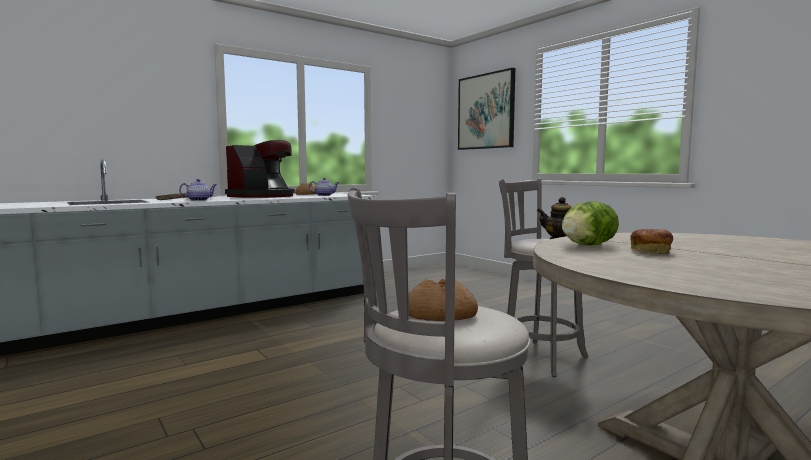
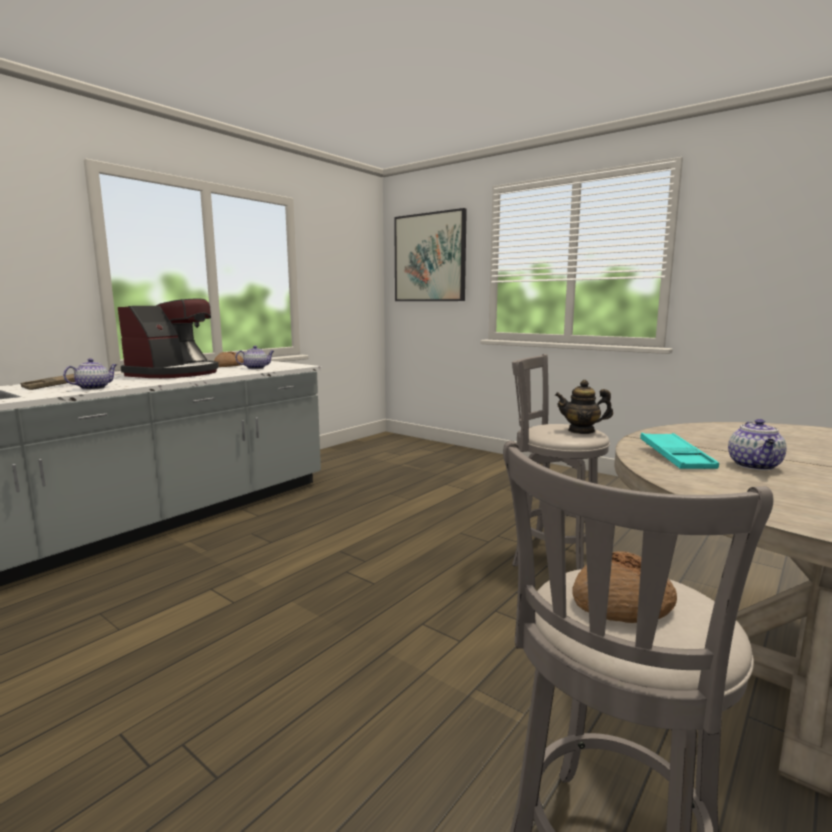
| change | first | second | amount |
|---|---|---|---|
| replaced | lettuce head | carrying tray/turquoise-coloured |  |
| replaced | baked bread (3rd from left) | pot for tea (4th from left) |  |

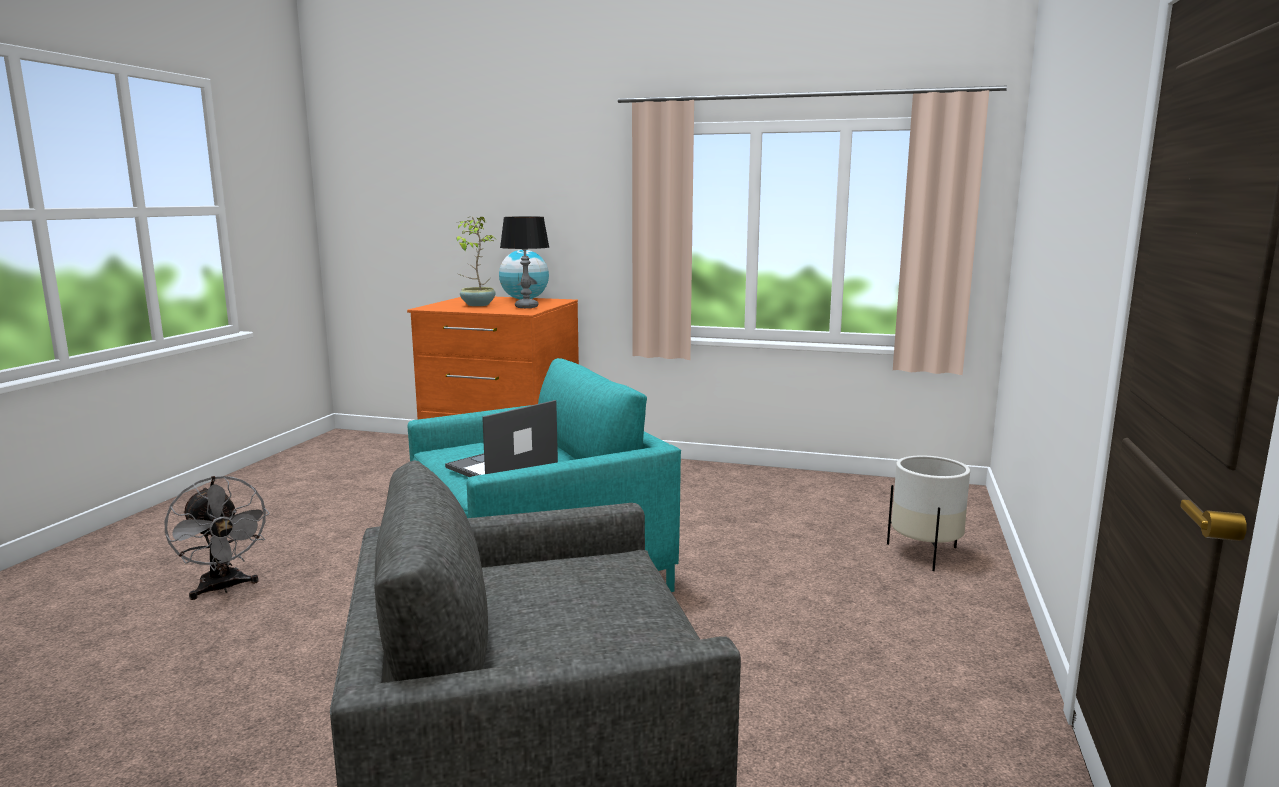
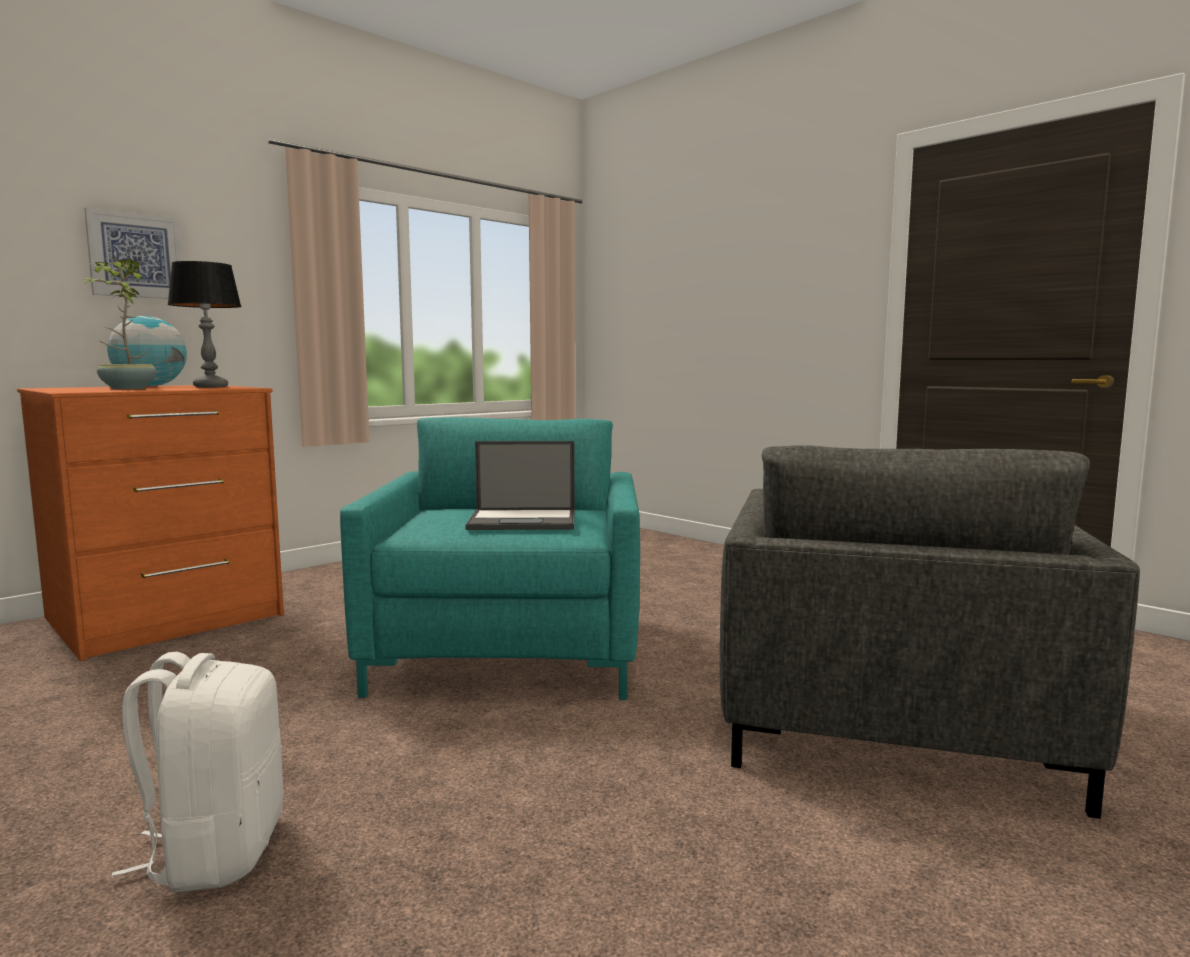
| change | first | second | amount |
|---|---|---|---|
| removed | plant pot/white-coloured |  |  |
| added |  | wall art |  |
| replaced | cooling fan/grey | rucksack/white-coloured |  |
| turned | portable computer |  | 75 degrees counterclockwise |

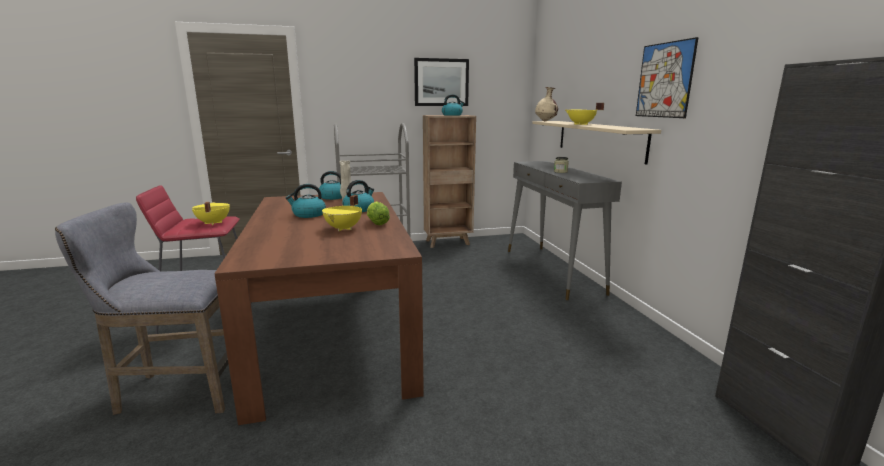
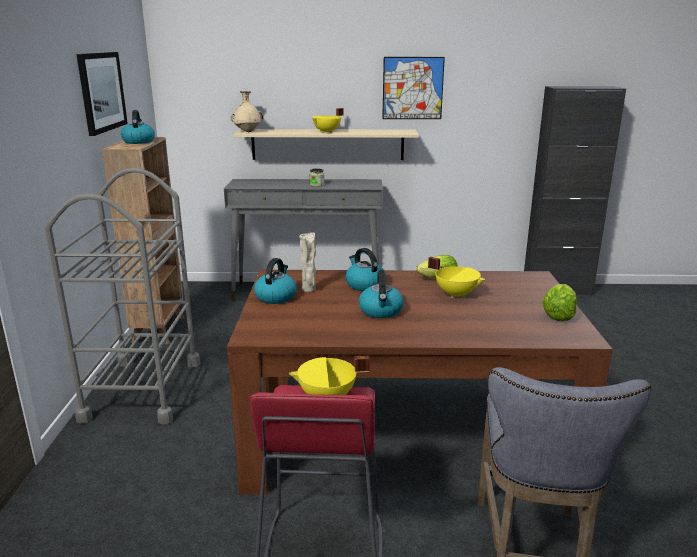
| change | first | second | amount |
|---|---|---|---|
| added |  | lettuce head (2nd from left) |  |

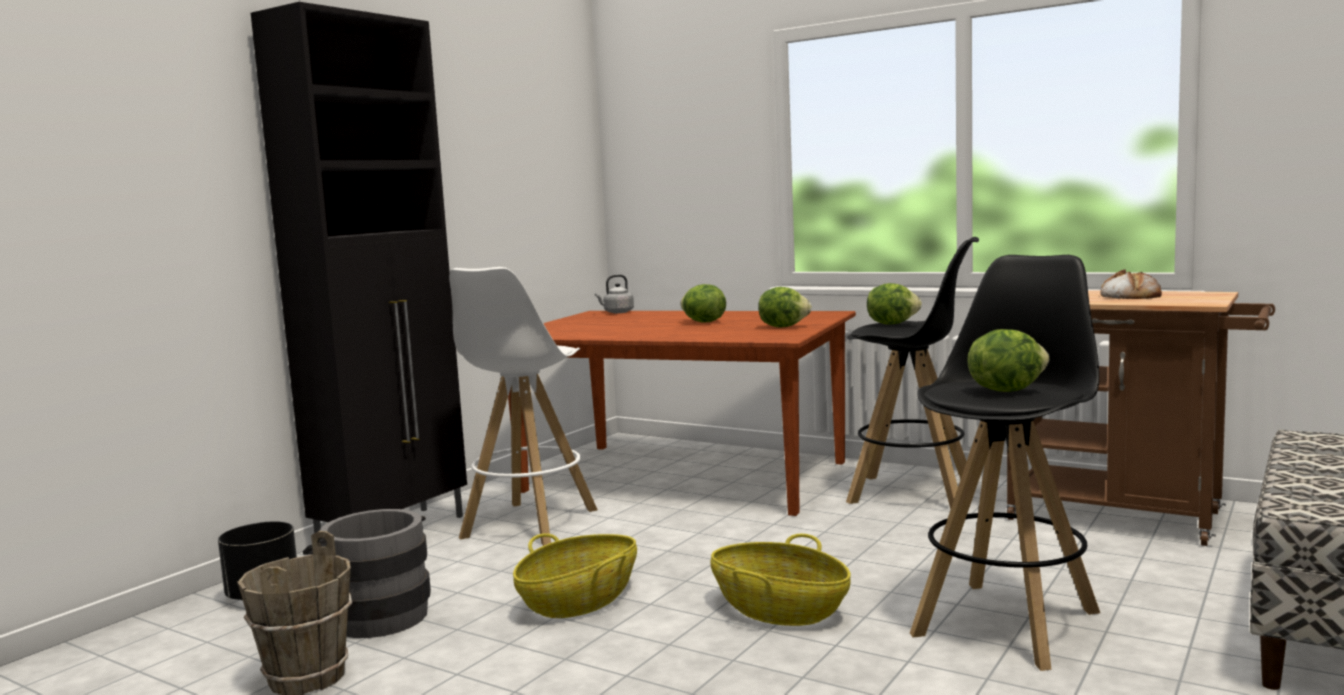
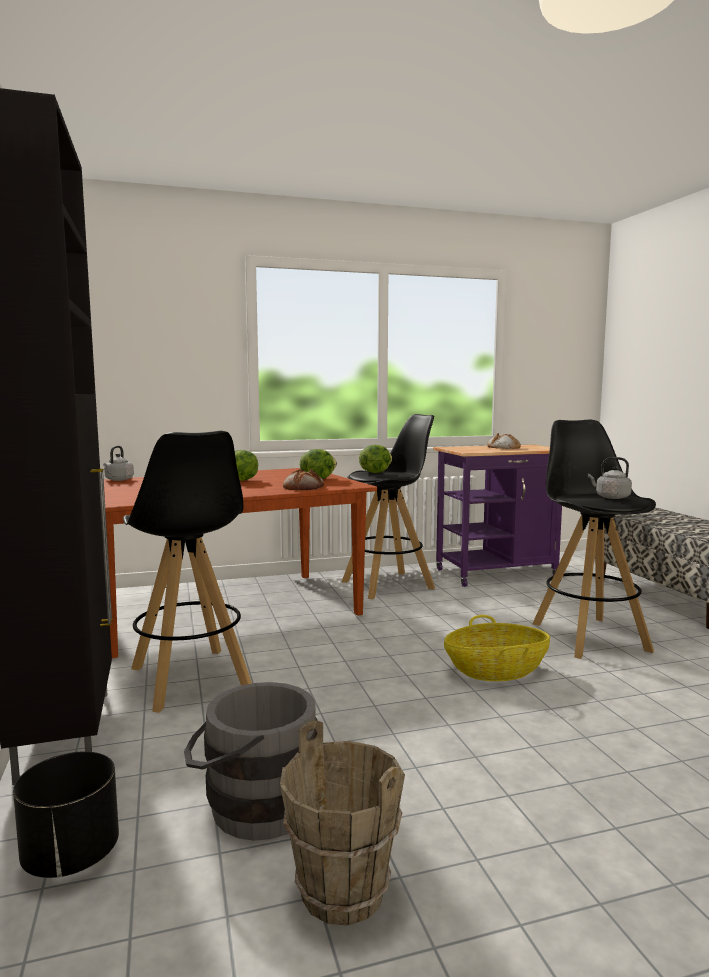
| change | first | second | amount |
|---|---|---|---|
| removed | household basket (1st from left) |  |  |
| added |  | baked bread (1st from left) |  |
| replaced | lettuce head (4th from left) | tea kettle/grey (2nd from left) |  |
| recoloured | stool/white-coloured | stool/black (1st from left) |  |
| recoloured | trolley/brownish | trolley/purple |  |

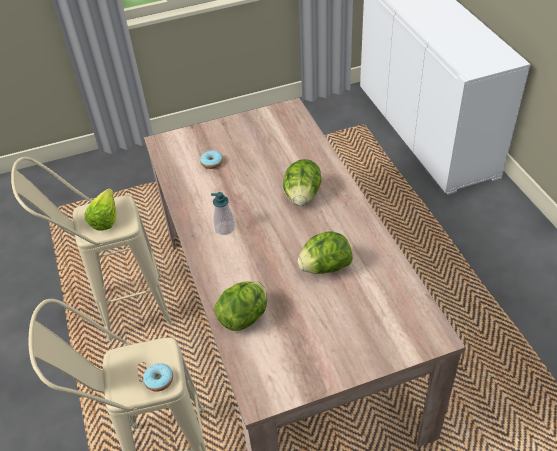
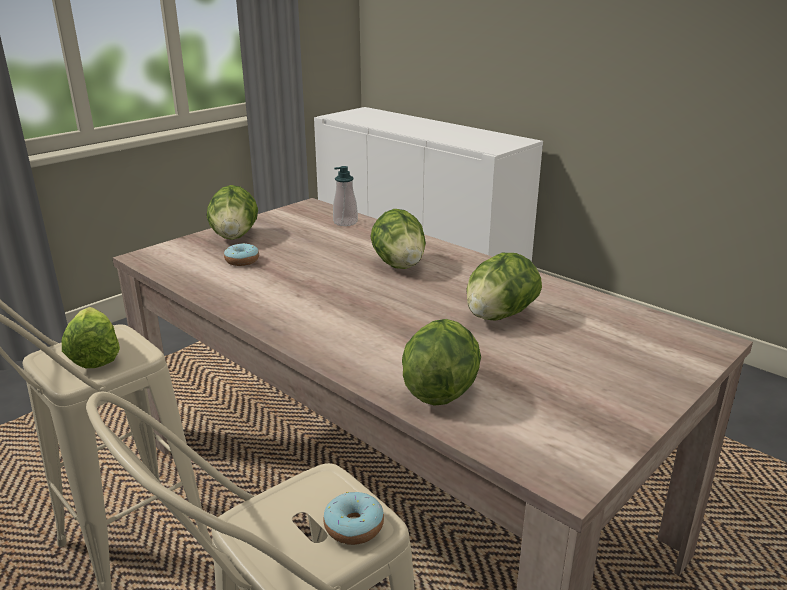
| change | first | second | amount |
|---|---|---|---|
| added |  | lettuce head (2nd from left) |  |
| moved | soap bottle |  |  |

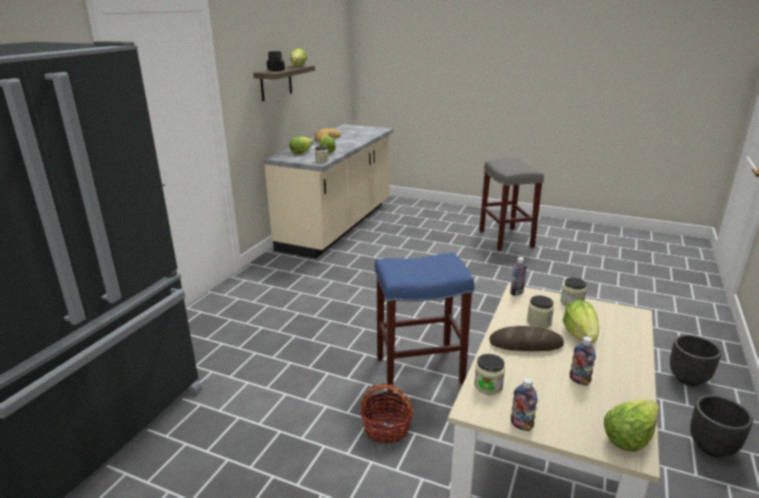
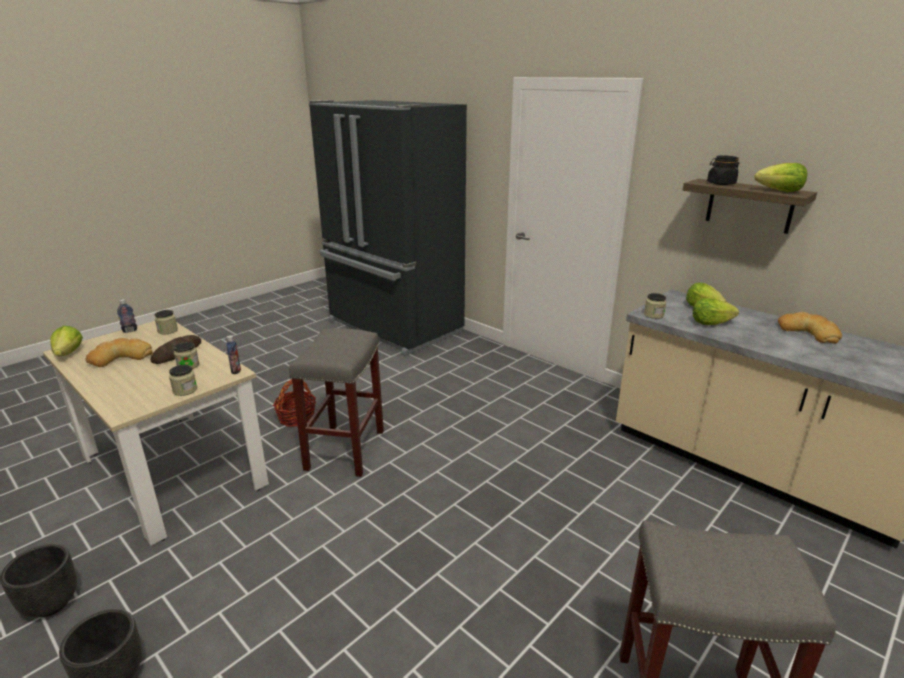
| change | first | second | amount |
|---|---|---|---|
| removed | lettuce head (4th from left) |  |  |
| replaced | beverage bottle (3rd from left) | baked bread (1st from left) |  |
| recoloured | stool/blue | stool/grey (1st from left) |  |

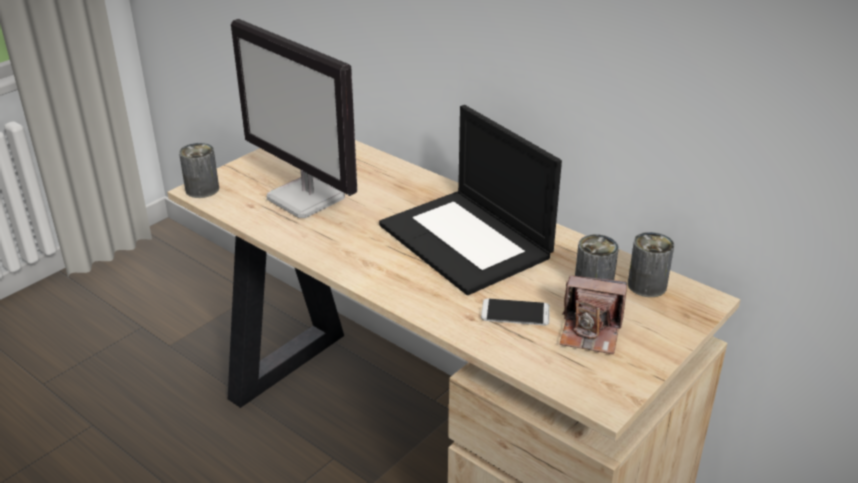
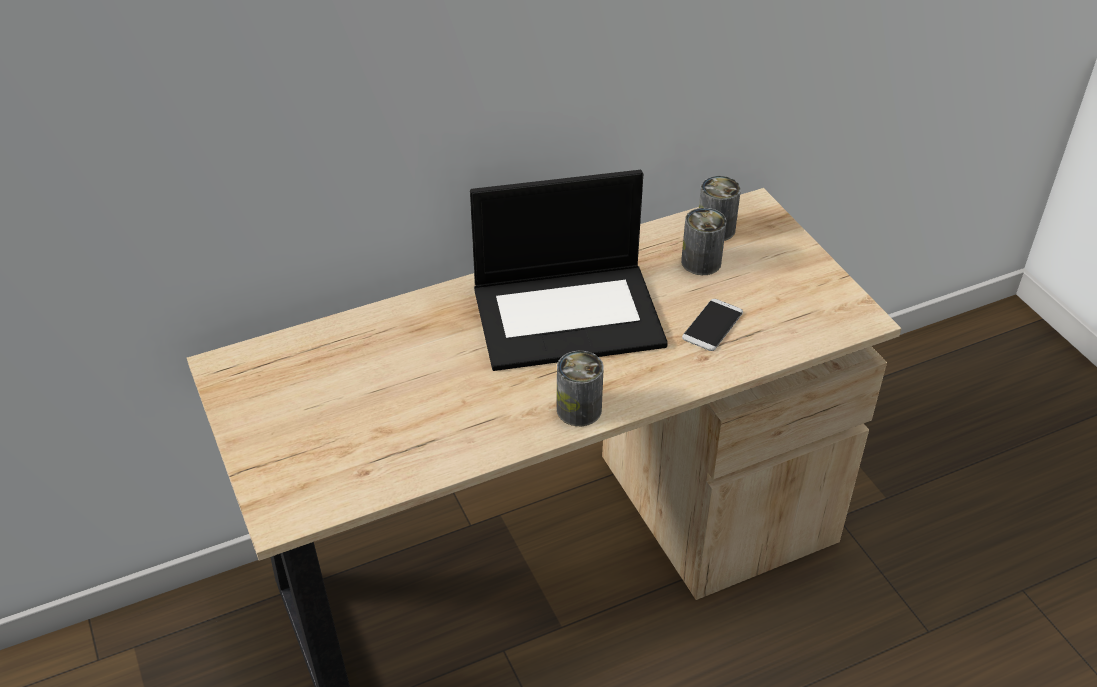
| change | first | second | amount |
|---|---|---|---|
| removed | computer screen |  |  |
| removed | still camera |  |  |
| moved | sealed can (1st from left) |  |  |

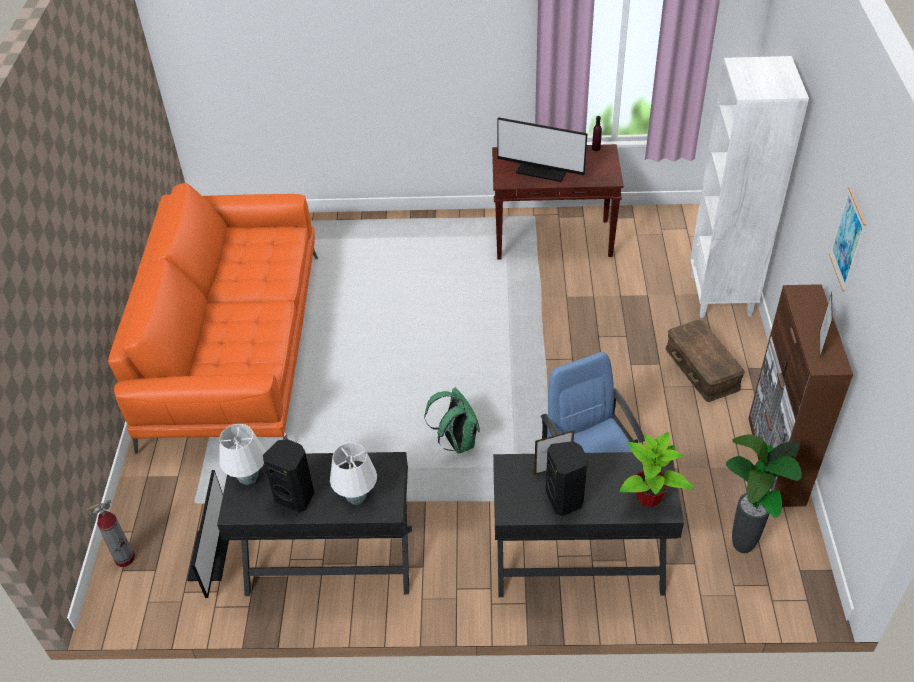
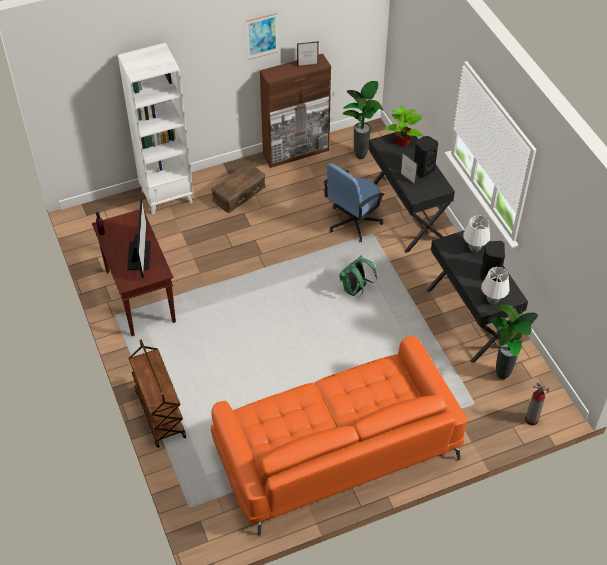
| change | first | second | amount |
|---|---|---|---|
| added |  | trolley/brownish |  |
| replaced | computer screen (1st from left) | potted plant (3rd from left) |  |

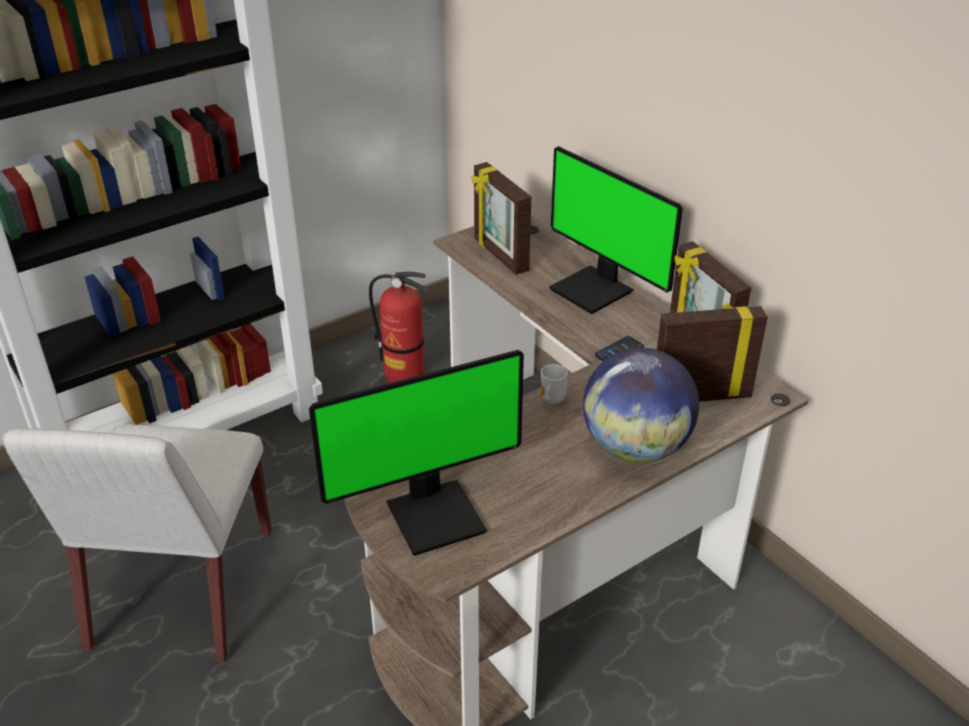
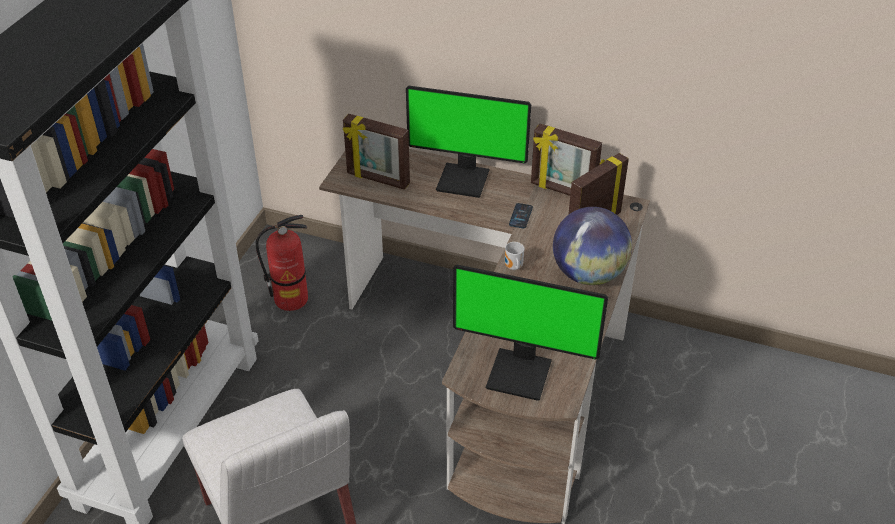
| change | first | second | amount |
|---|---|---|---|
| turned | computer screen (1st from left in the first image) | computer screen (2nd from left) | 75 degrees clockwise |

